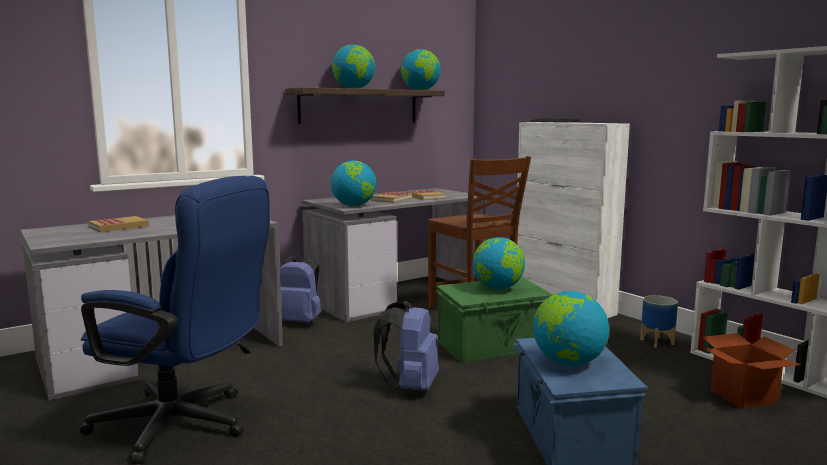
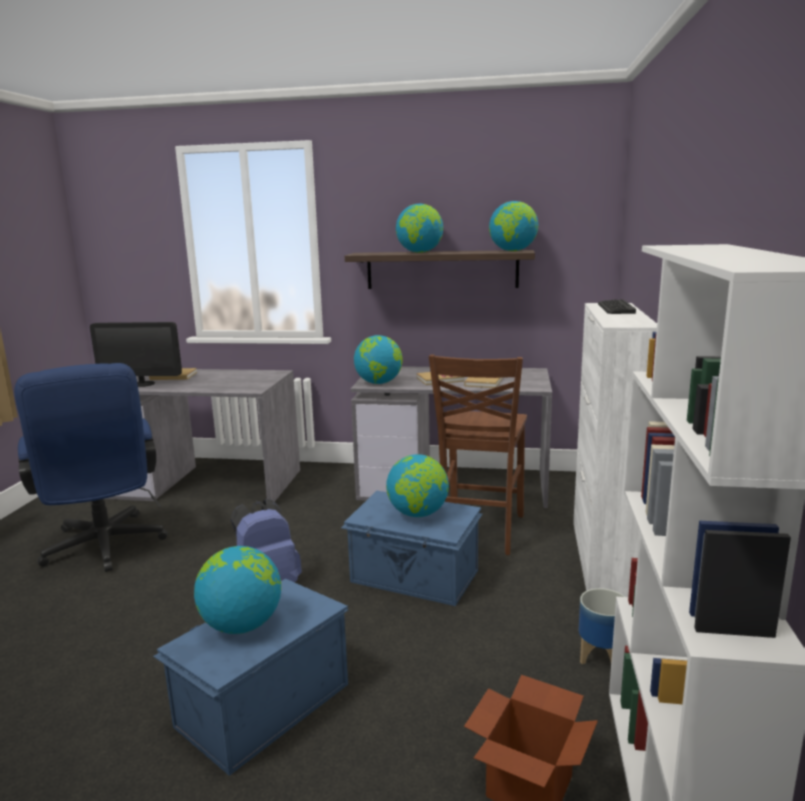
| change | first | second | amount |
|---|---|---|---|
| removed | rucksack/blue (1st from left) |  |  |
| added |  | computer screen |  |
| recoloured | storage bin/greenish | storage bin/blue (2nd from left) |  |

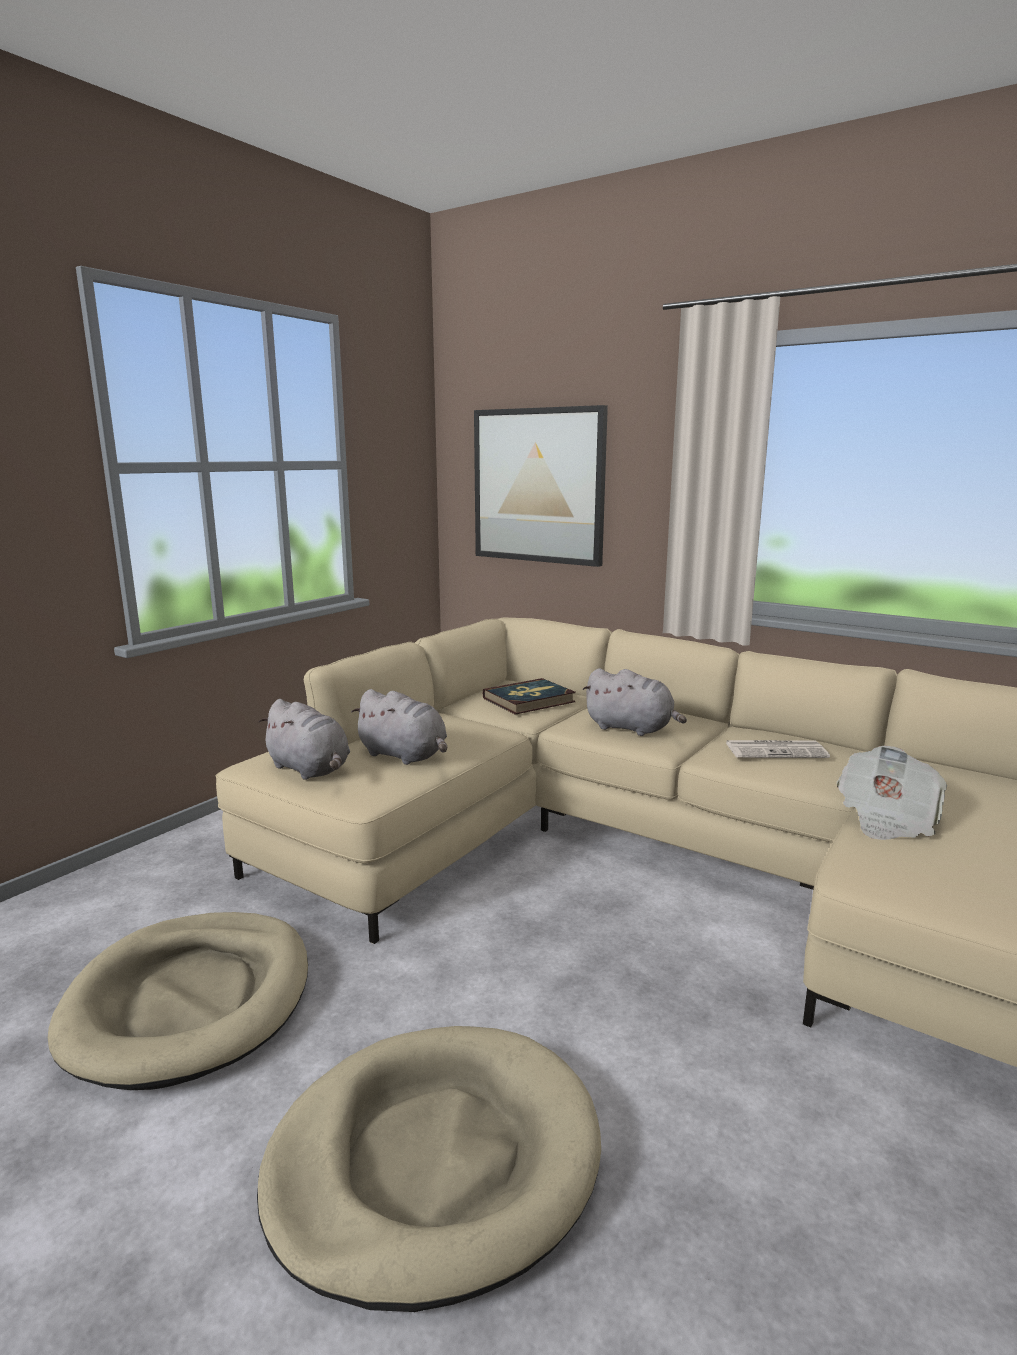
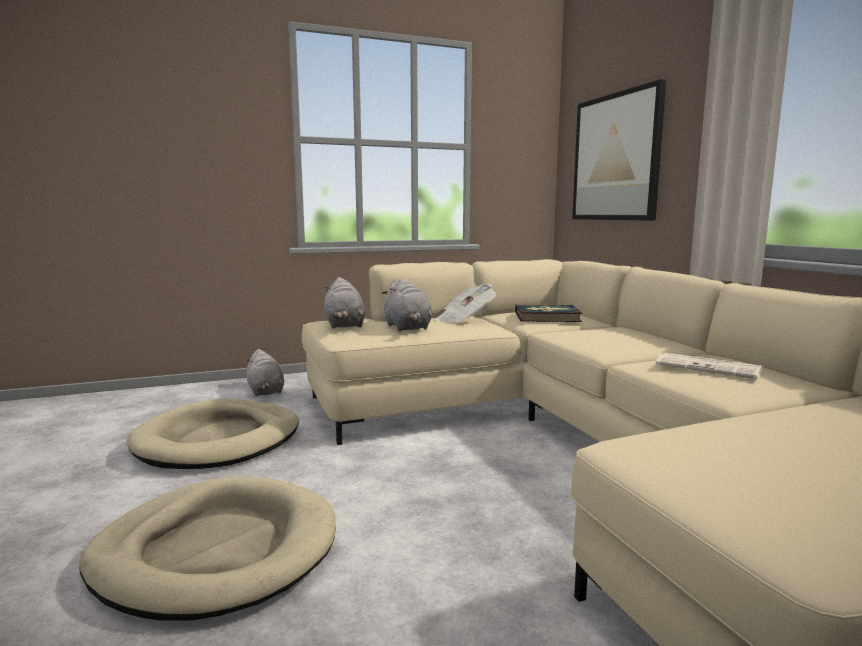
| change | first | second | amount |
|---|---|---|---|
| moved | soft toy/grey (3rd from left in the first image) | soft toy/grey (1st from left) |  |
| moved | printed paper (2nd from left in the first image) | printed paper (1st from left) |  |

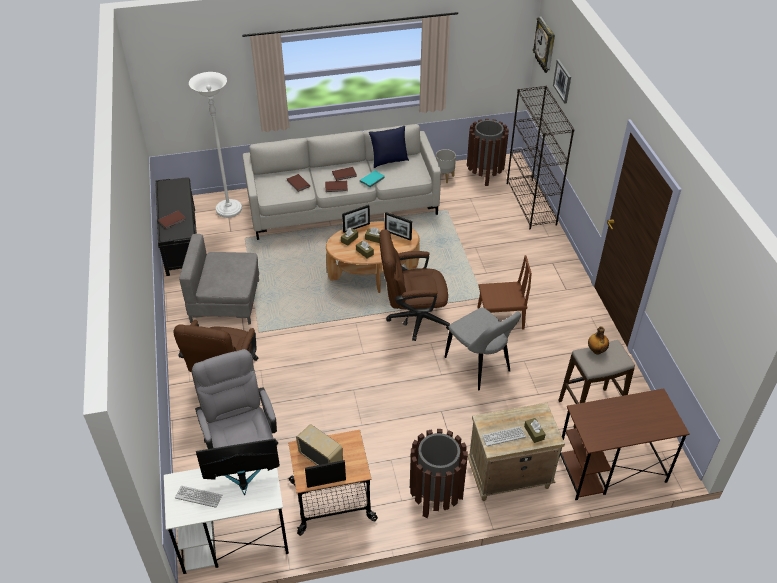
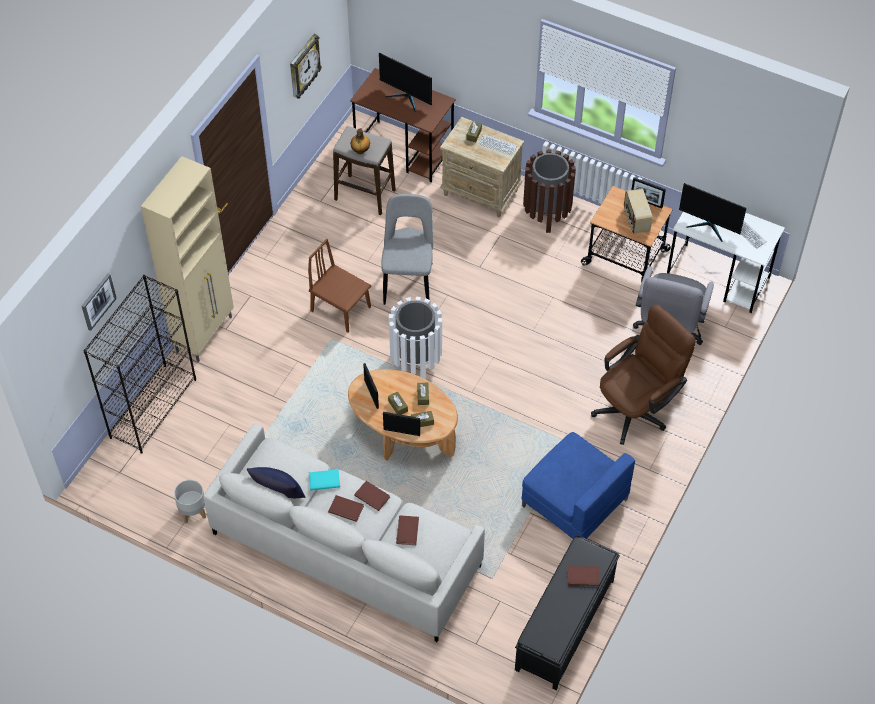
| change | first | second | amount |
|---|---|---|---|
| removed | standard lamp/white-coloured |  |  |
| removed | waste bin/brownish (2nd from left) |  |  |
| added |  | cabinet/beige-coloured |  |
| added |  | computer screen (1st from left) |  |
| moved | clock on the wall |  |  |
| replaced | desk chair/brownish (2nd from left) | waste bin/white-coloured |  |
| recoloured | lounge chair/grey | lounge chair/blue |  |

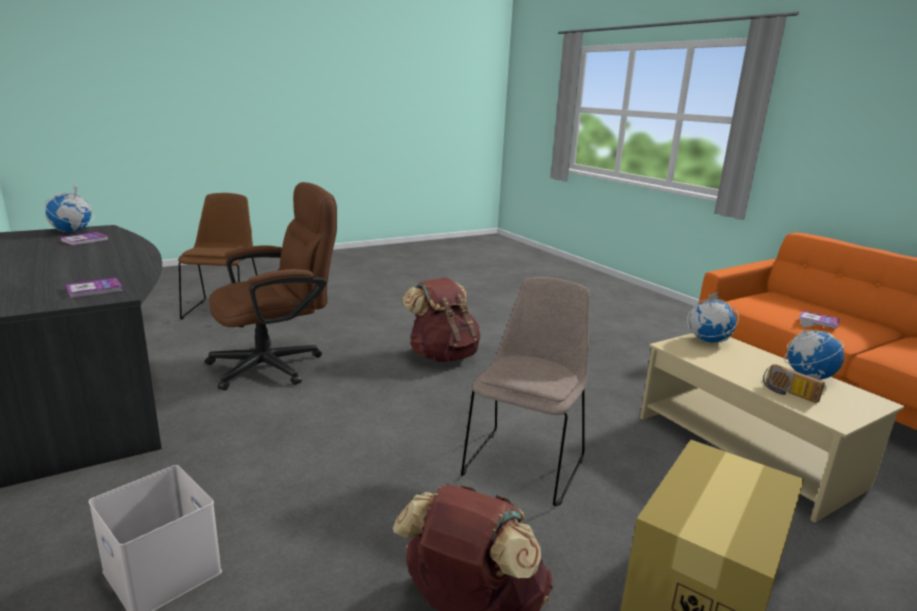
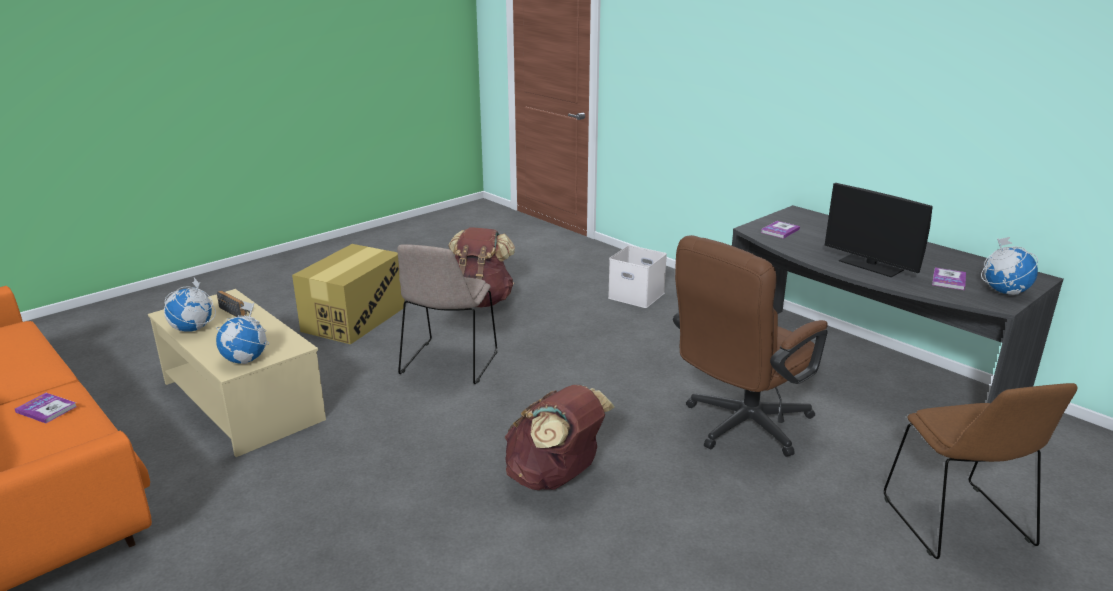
| change | first | second | amount |
|---|---|---|---|
| added |  | computer screen |  |

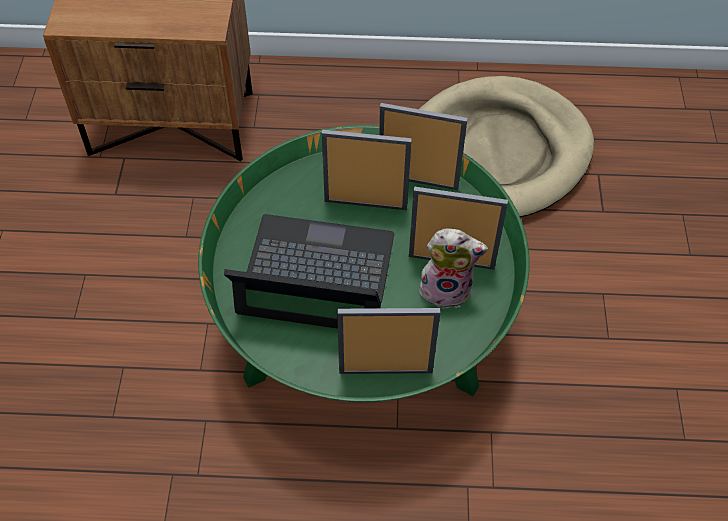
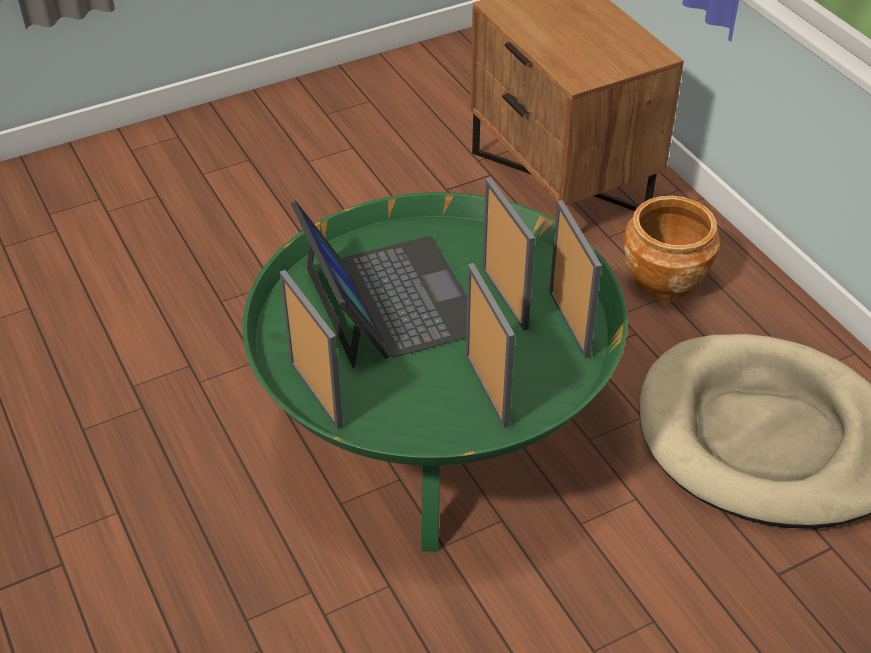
| change | first | second | amount |
|---|---|---|---|
| removed | soft toy |  |  |
| added |  | plant pot/brownish |  |

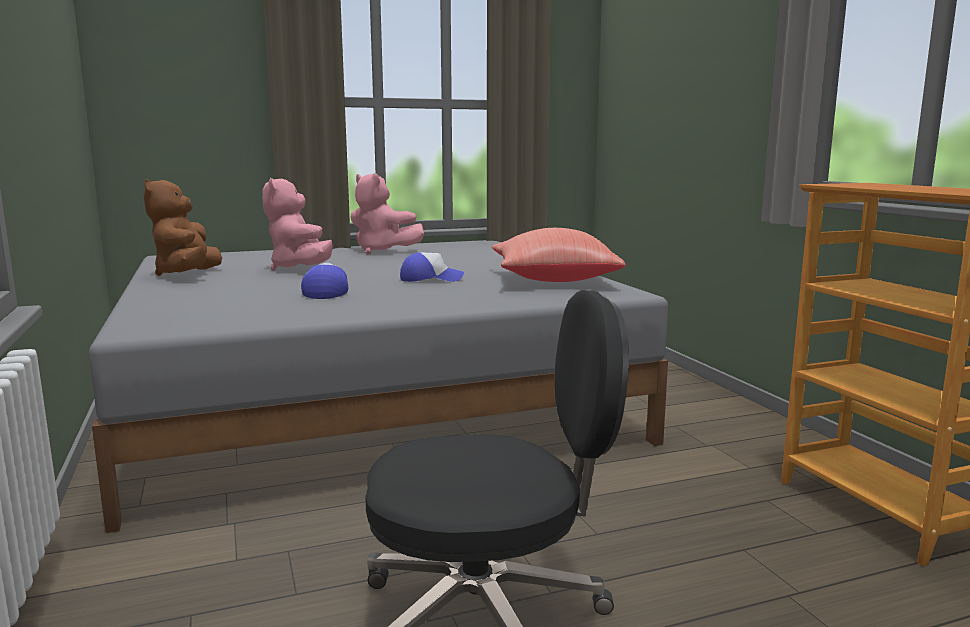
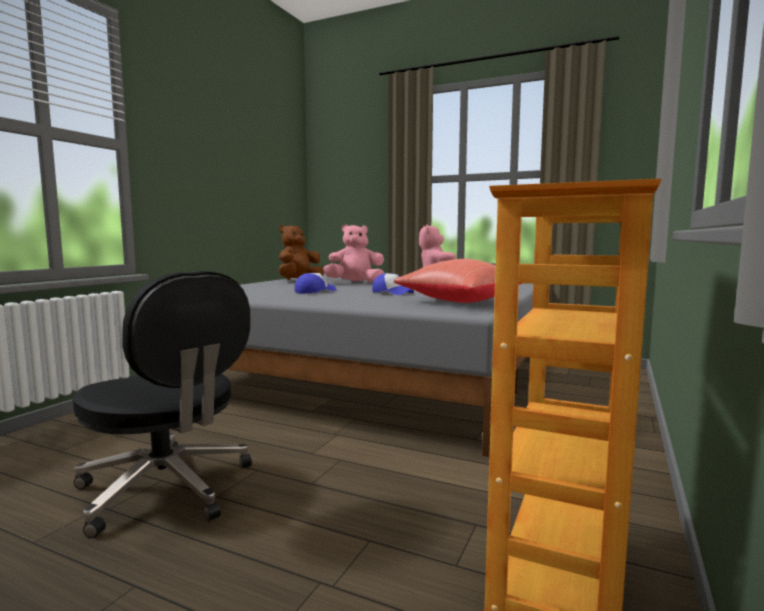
| change | first | second | amount |
|---|---|---|---|
| turned | soft toy/pink-coloured (1st from left) |  | 60 degrees clockwise |

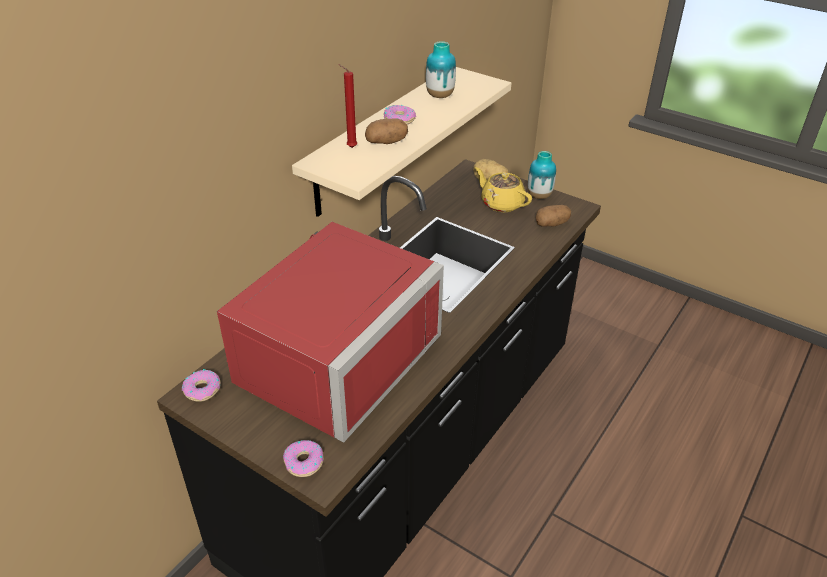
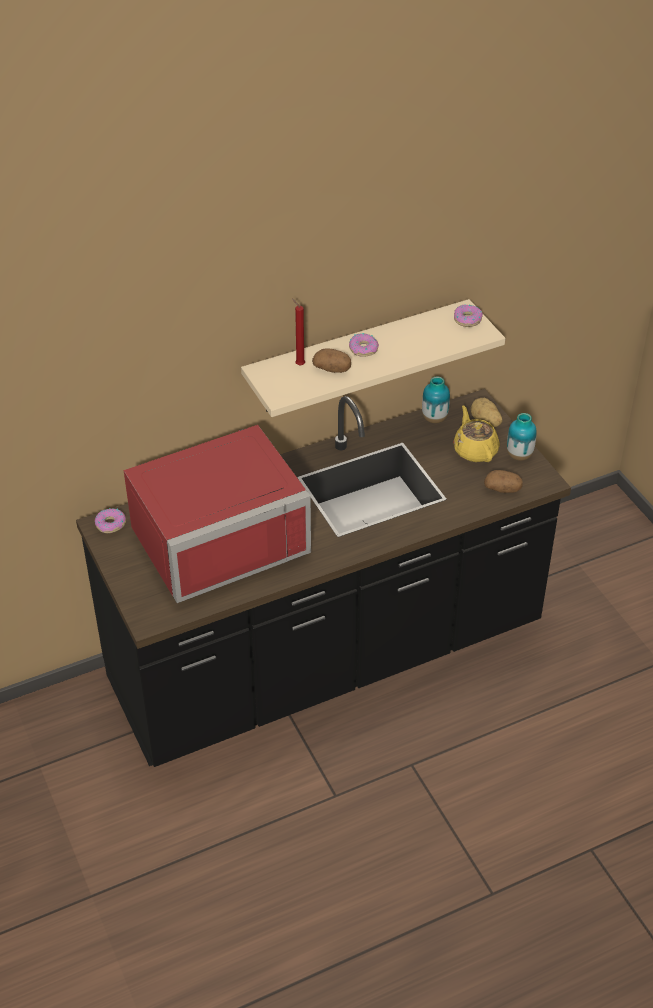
| change | first | second | amount |
|---|---|---|---|
| moved | doughnut (2nd from left in the first image) | doughnut (3rd from left) |  |
| moved | flower vase (1st from left) |  |  |

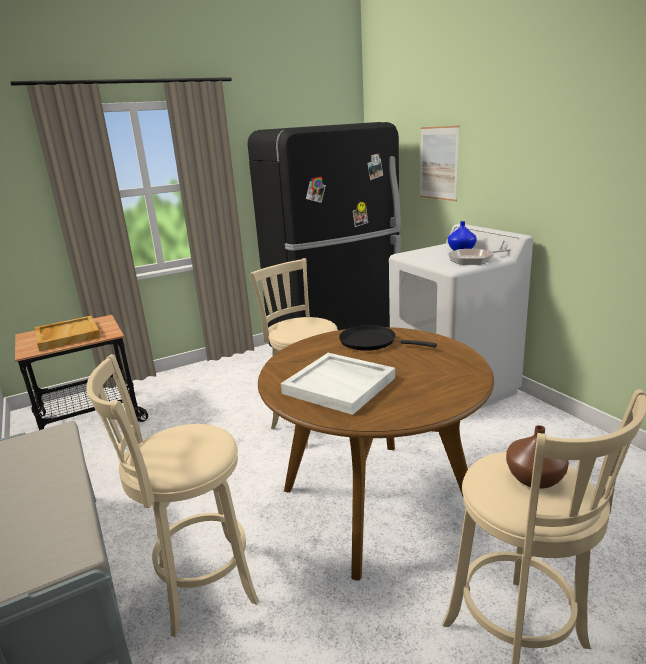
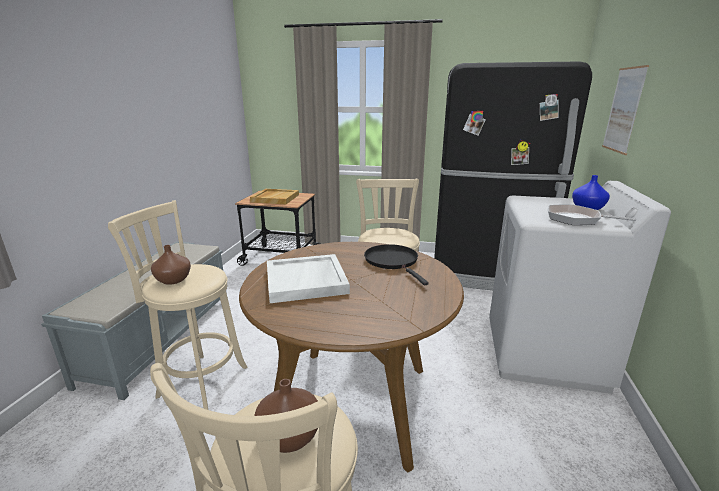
| change | first | second | amount |
|---|---|---|---|
| added |  | flower vase/brownish (1st from left) |  |

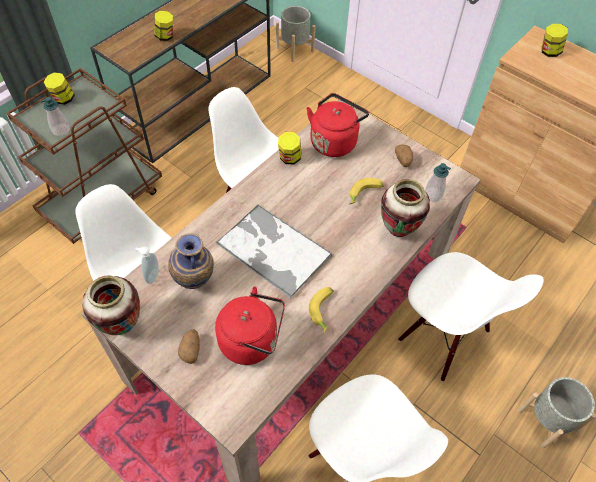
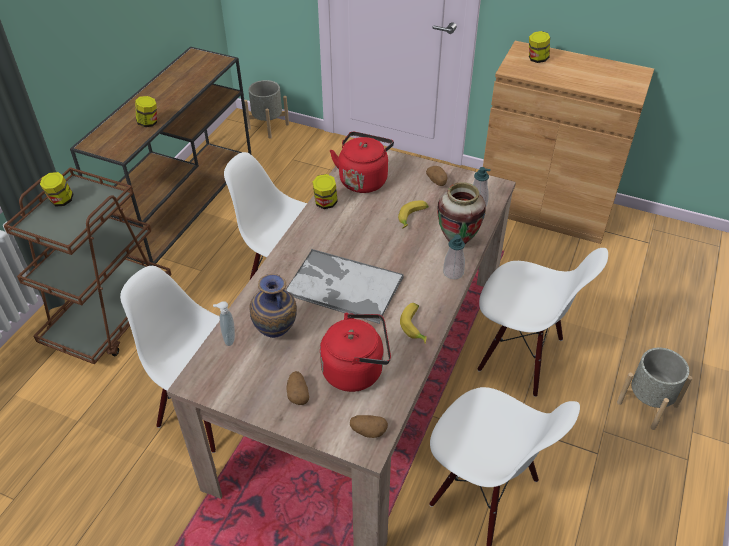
| change | first | second | amount |
|---|---|---|---|
| removed | flower vase (1st from left) |  |  |
| added |  | spud (2nd from left) |  |
| moved | soap bottle (1st from left in the first image) | soap bottle (2nd from left) |  |

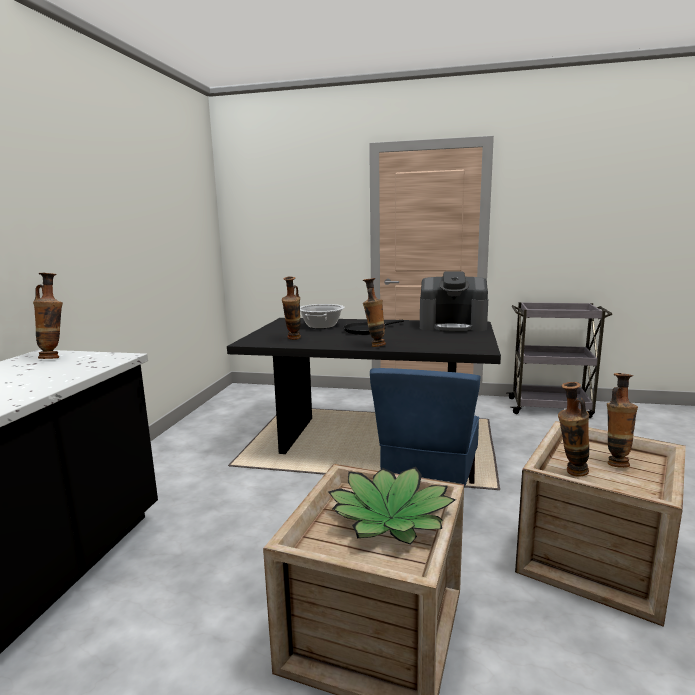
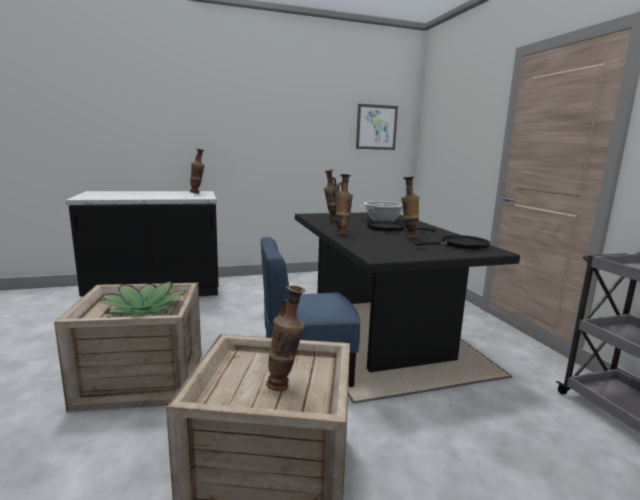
| change | first | second | amount |
|---|---|---|---|
| added |  | wall art |  |
| moved | flower vase (4th from left in the first image) | flower vase (5th from left) |  |
| replaced | coffee brewer | skillet/black (2nd from left) |  |

